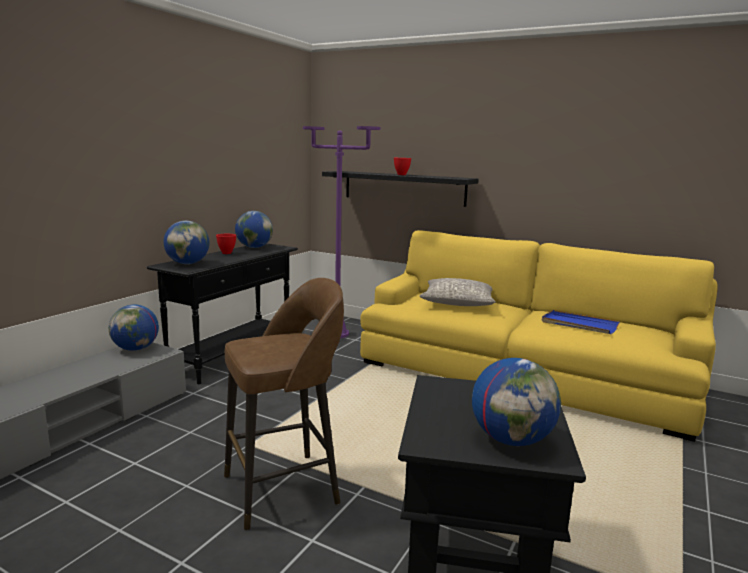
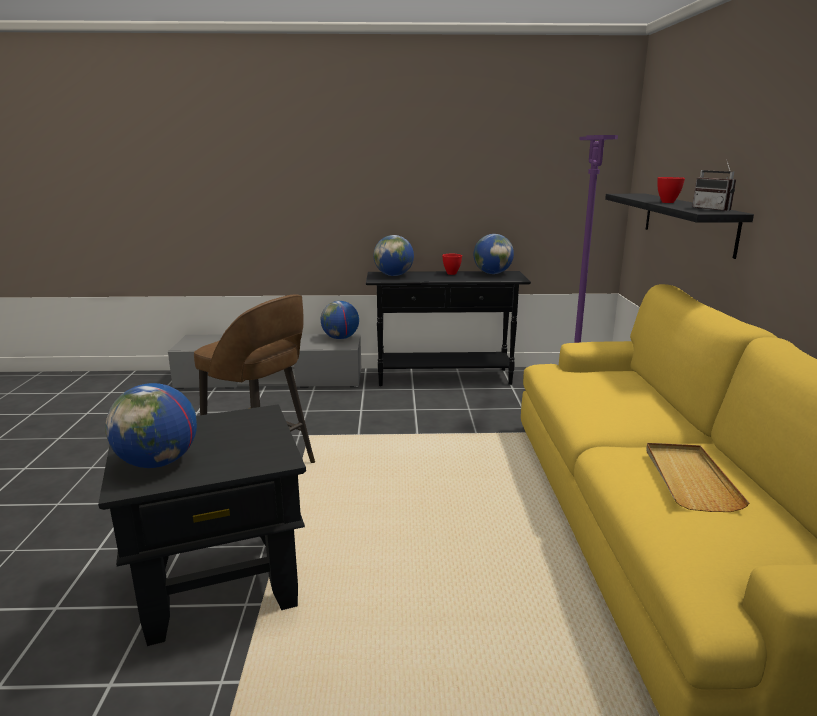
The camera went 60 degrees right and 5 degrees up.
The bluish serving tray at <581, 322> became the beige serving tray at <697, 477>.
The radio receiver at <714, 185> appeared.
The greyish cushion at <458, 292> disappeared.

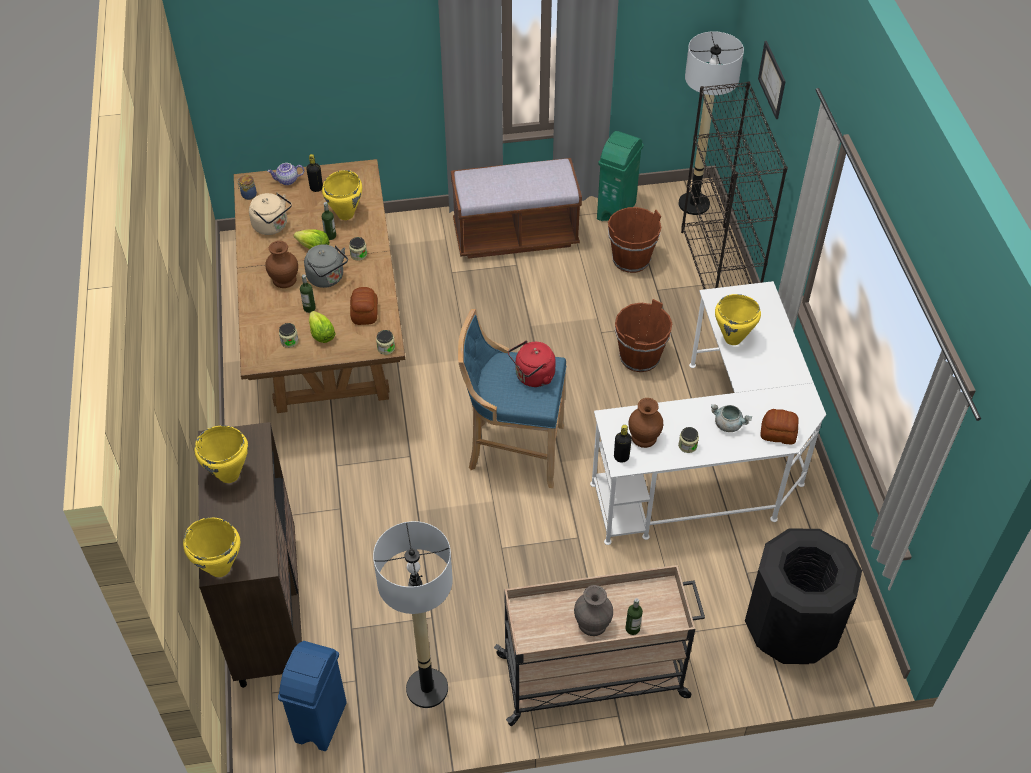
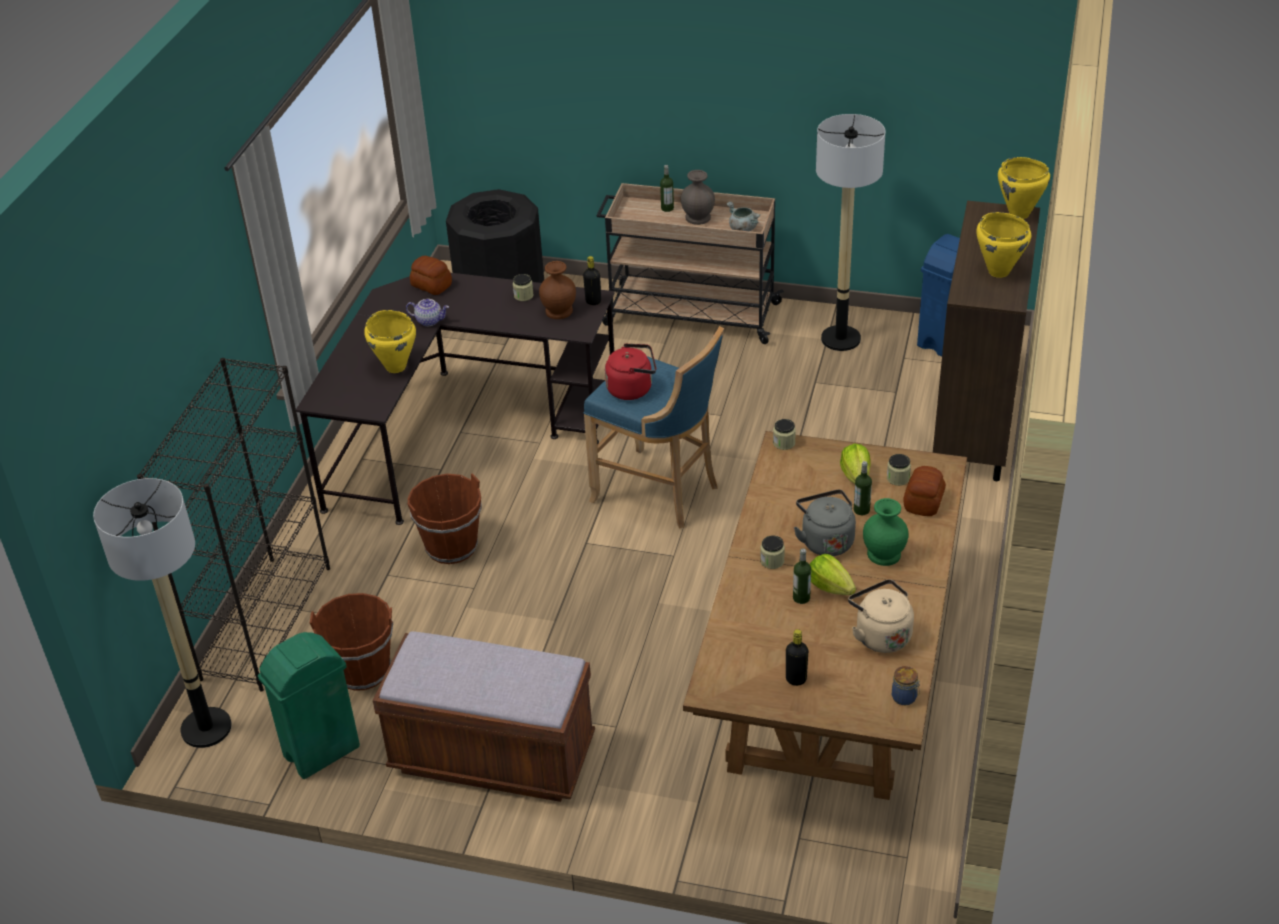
The camera went 155 degrees left and 10 degrees down.
The white-coloured desk table at <708, 413> became the black desk table at <455, 399>.
The teapot moved from <285, 174> to <427, 312>.
The greyish saucepot moved from <731, 418> to <743, 216>.
The brown-coloured flower vase at <281, 264> became the green flower vase at <885, 532>.
The bakery bread moved from <364, 306> to <924, 491>.
The yellow-coloured saucepot at <342, 195> disappeared.
The wall art at <772, 80> disappeared.

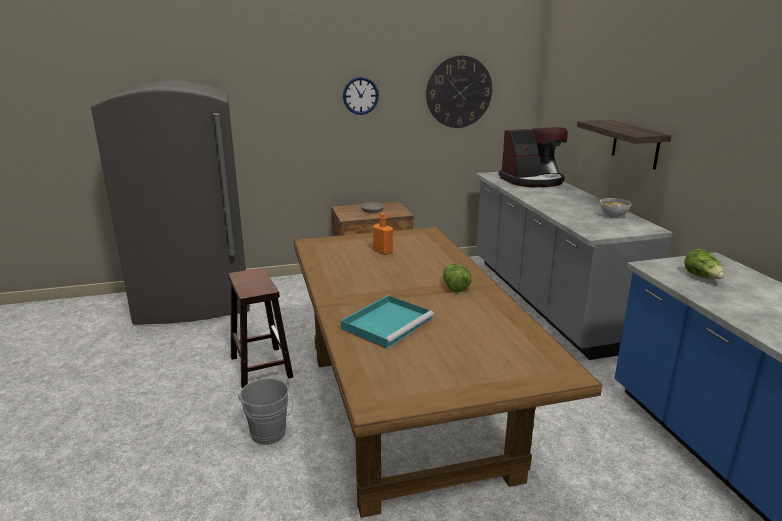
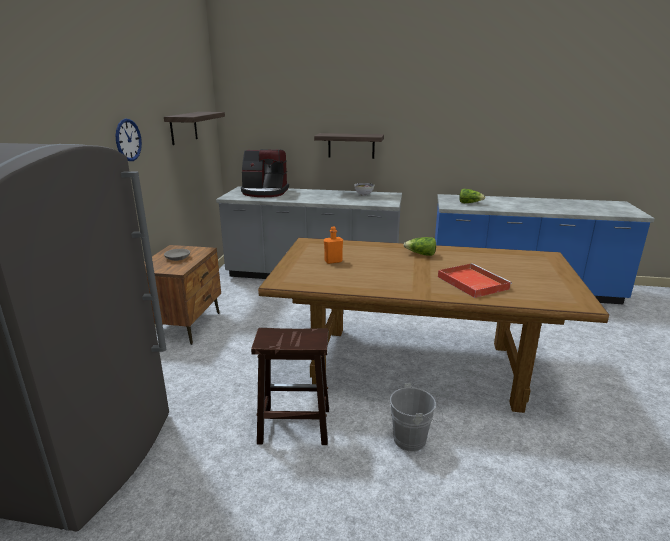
The camera went 65 degrees left and 0 degrees up.
The hanging clock at <459, 91> was replaced by the wall shelf at <194, 128>.
The coffee maker at <533, 157> turned 90 degrees clockwise.
The turquoise-coloured serving tray at <387, 322> became the reddish serving tray at <475, 280>.

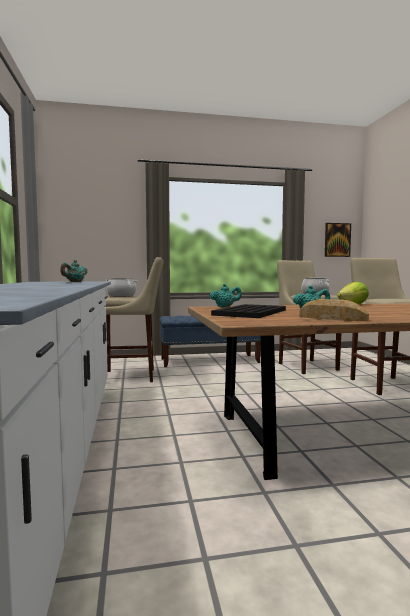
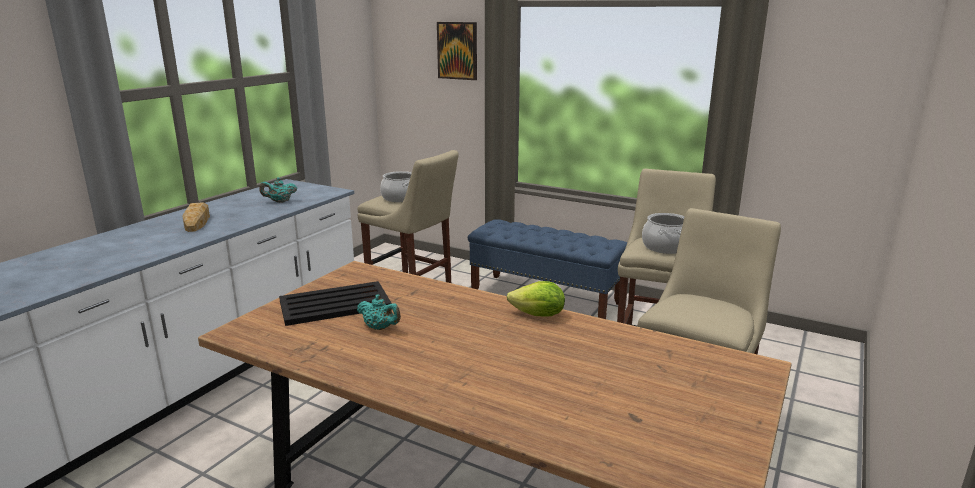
The camera went 40 degrees right and 15 degrees up.
The bakery bread moved from <334, 310> to <196, 217>.
The wall art moved from <338, 240> to <457, 51>.
The turquoise-coloured teapot at <225, 295> disappeared.

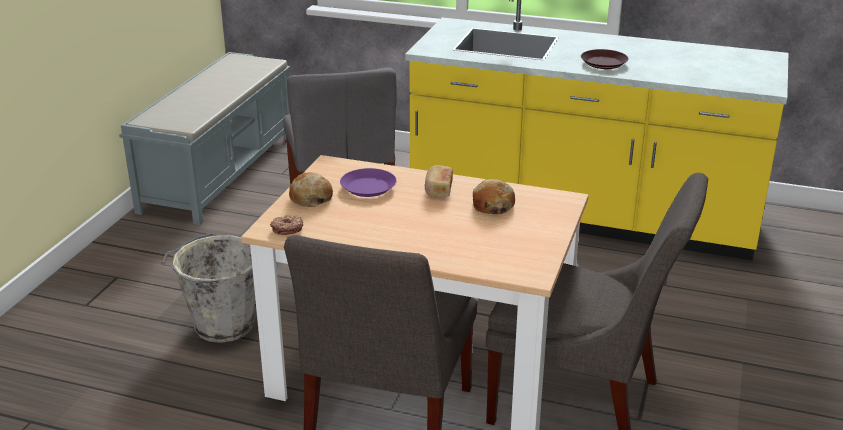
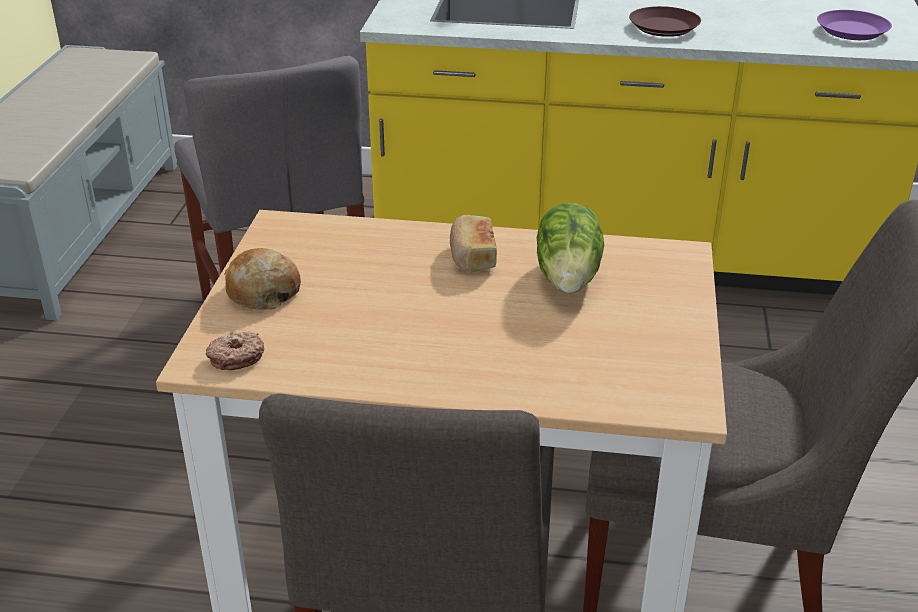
The camera went 10 degrees left and 5 degrees up.
The bakery bread at <494, 196> was replaced by the lettuce head at <570, 248>.
The purplish dinner plate moved from <368, 182> to <854, 25>.
The greyish bucket at <208, 288> disappeared.

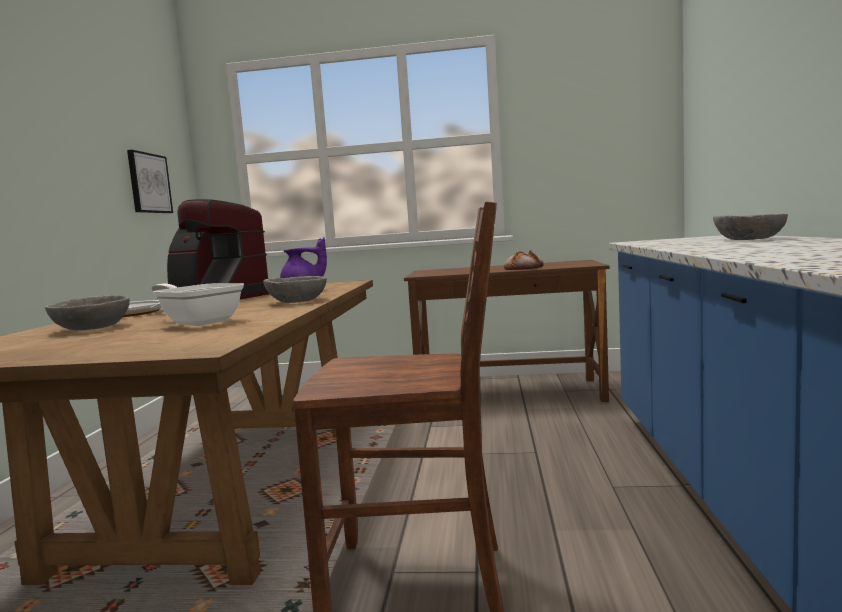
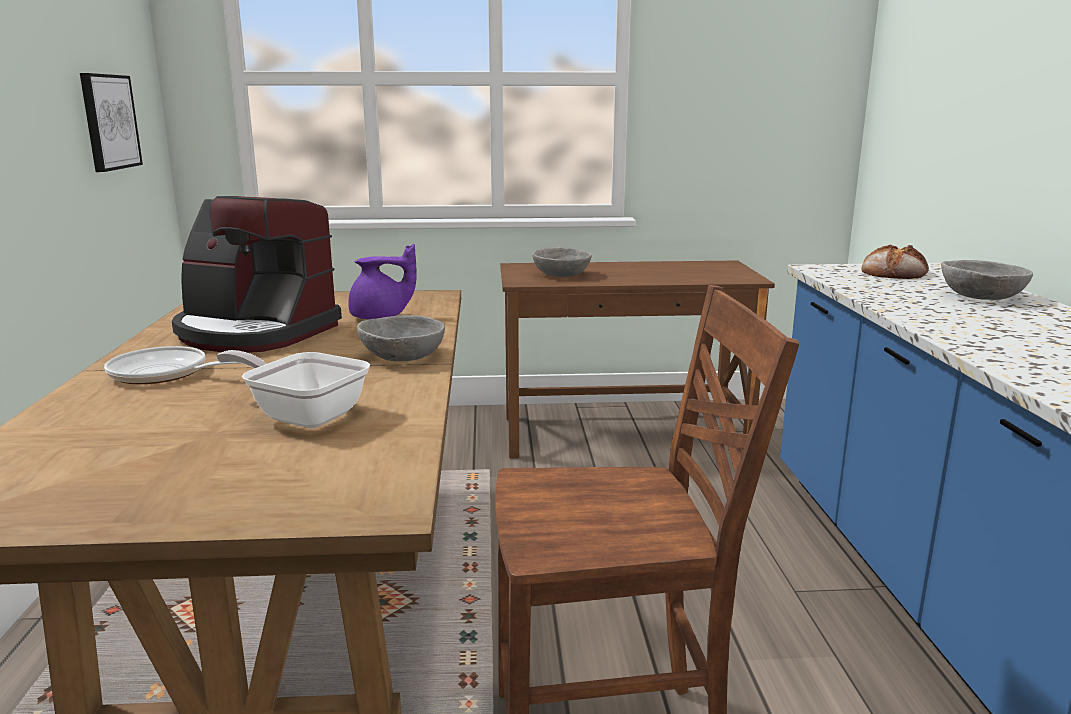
The camera went 10 degrees left and 10 degrees up.
The greyish bowl moved from <87, 312> to <562, 262>.
The bakery bread moved from <524, 260> to <895, 261>.

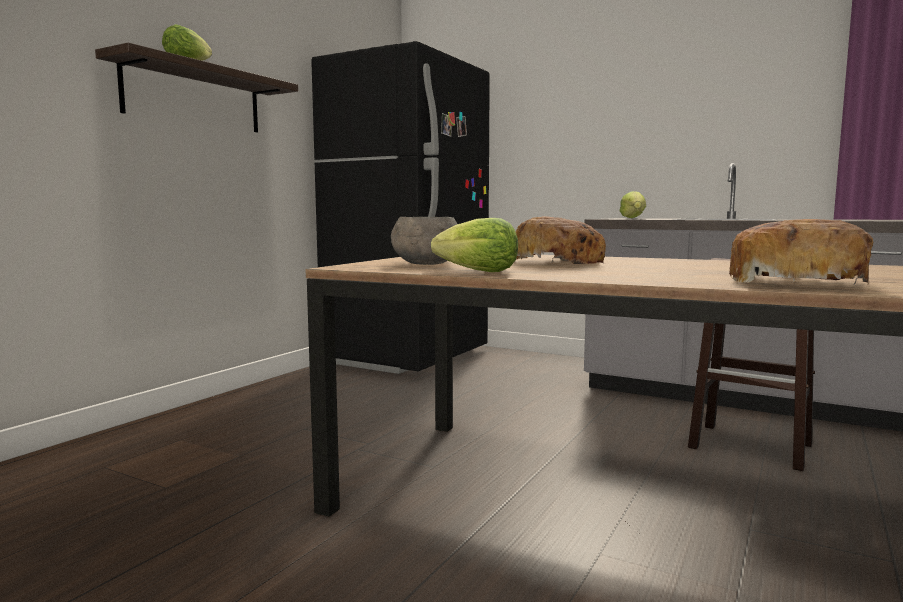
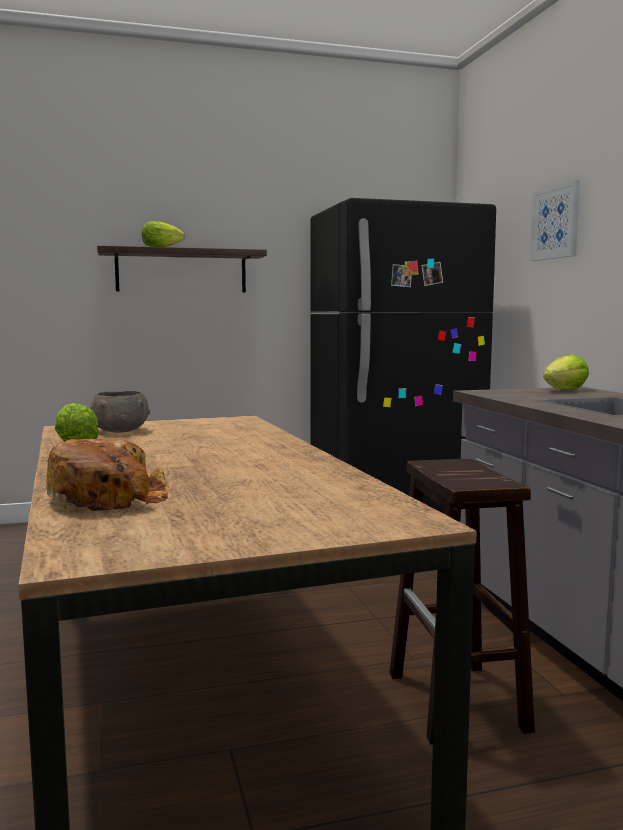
The camera went 45 degrees right and 0 degrees up.
The wall art at <555, 220> appeared.
The bakery bread at <561, 240> disappeared.

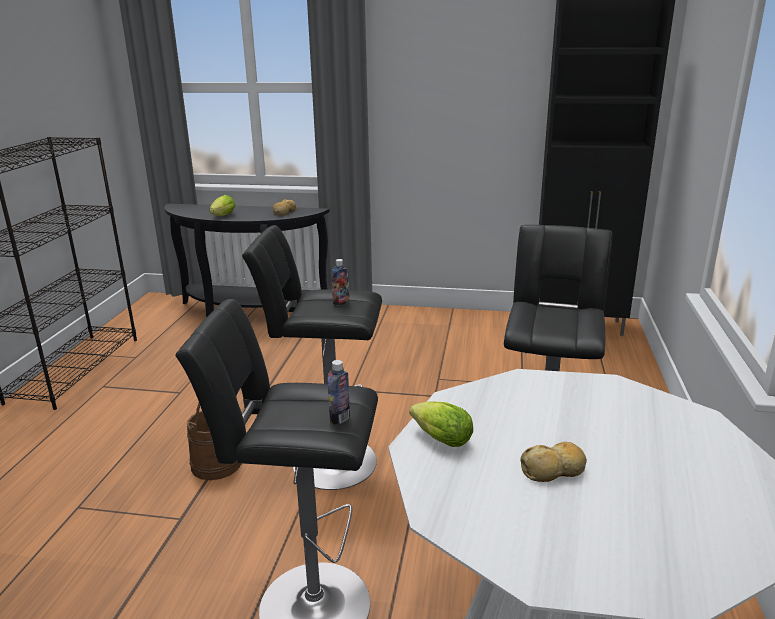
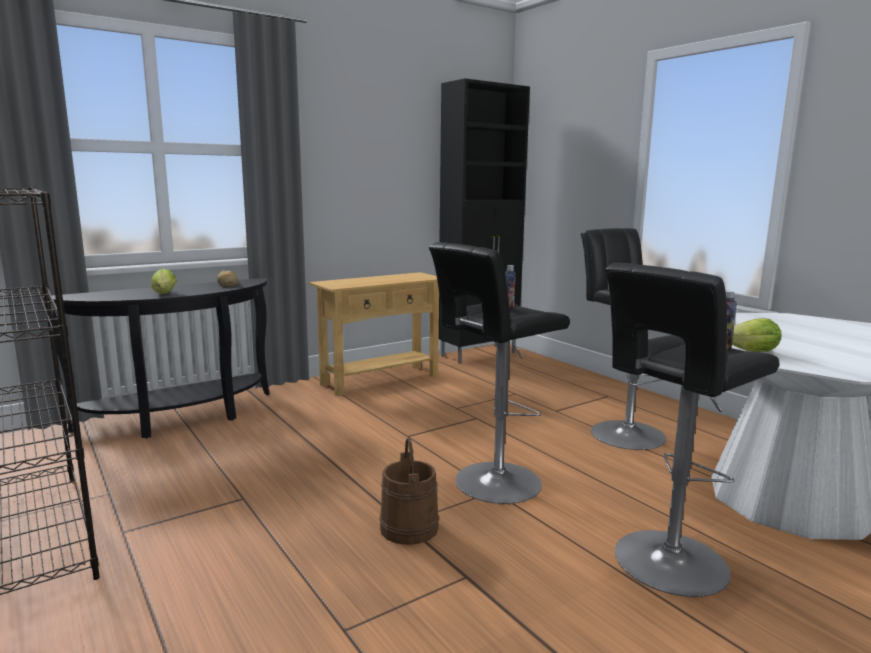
The camera went 45 degrees left and 10 degrees down.
The beige hall table at <374, 334> appeared.
The bakery bread at <554, 462> disappeared.

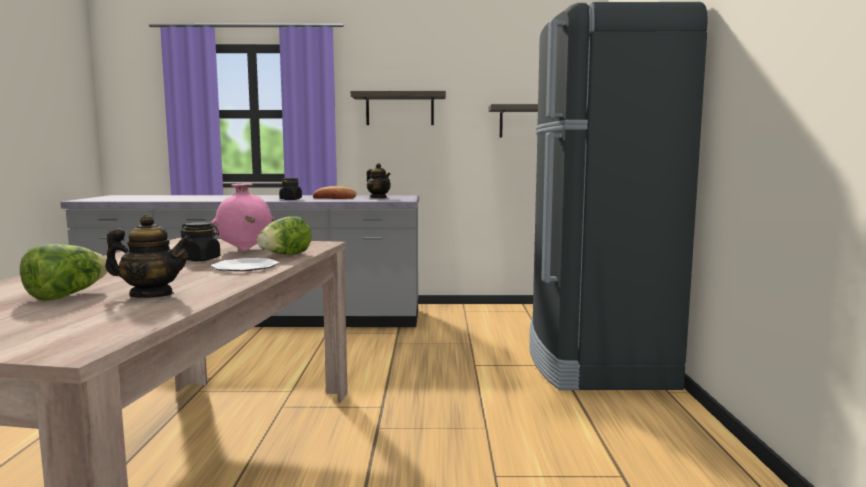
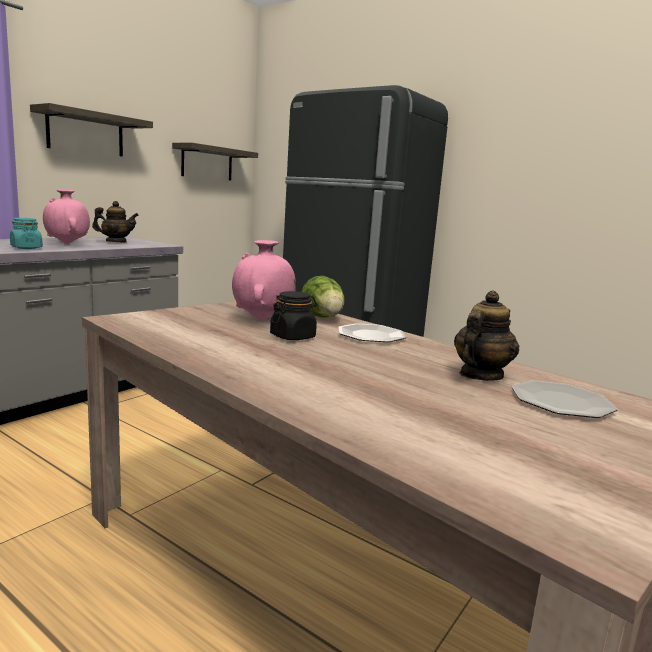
The camera went 55 degrees left and 5 degrees up.
The black preserve jar at <290, 189> became the turquoise-coloured preserve jar at <26, 233>.
The bakery bread at <335, 192> was replaced by the pink flower vase at <66, 217>.
The dinner plate at <564, 399> appeared.
The lettuce head at <64, 272> disappeared.

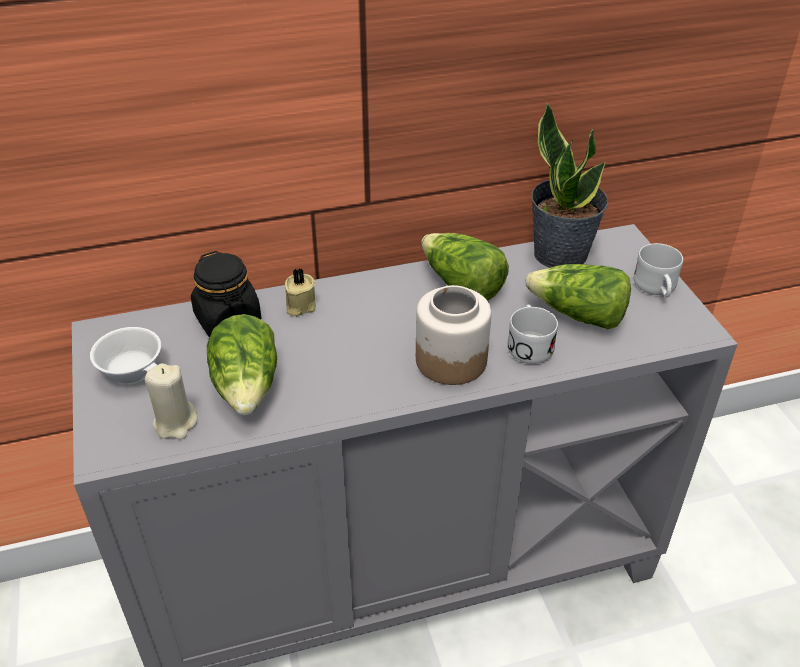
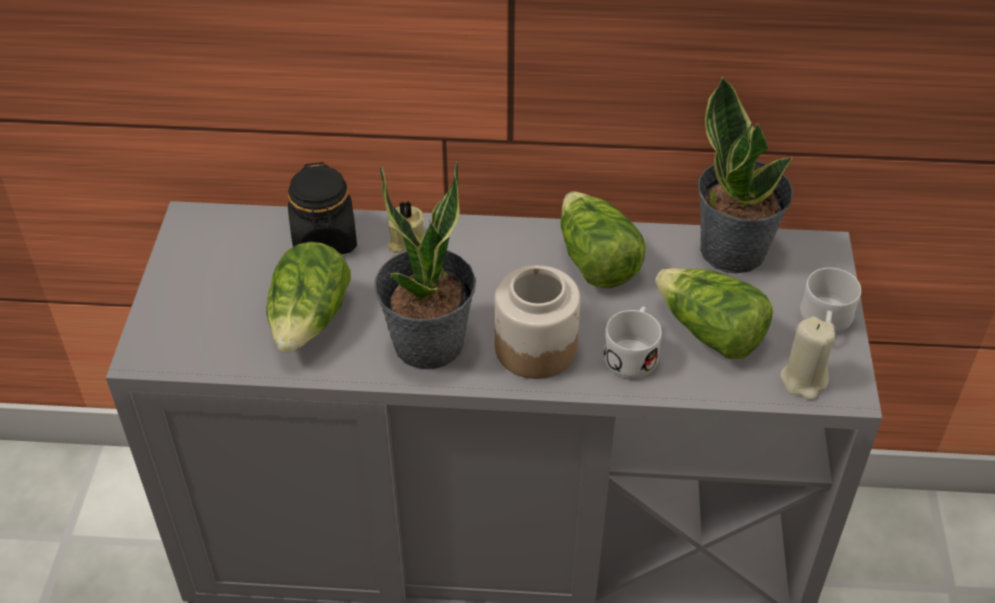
The camera went 20 degrees right and 5 degrees up.
The plant in a pot at <425, 265> appeared.
The beige wax candle moved from <171, 401> to <807, 358>.
The white-coloured small cup at <125, 356> disappeared.

